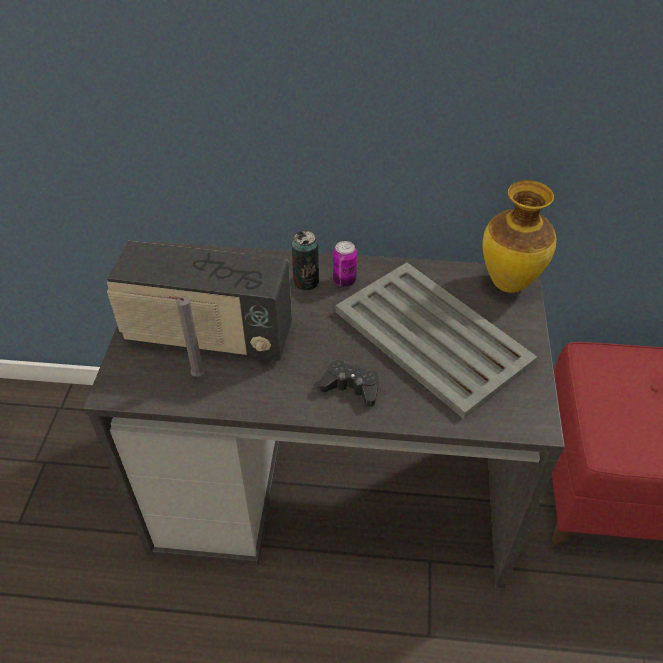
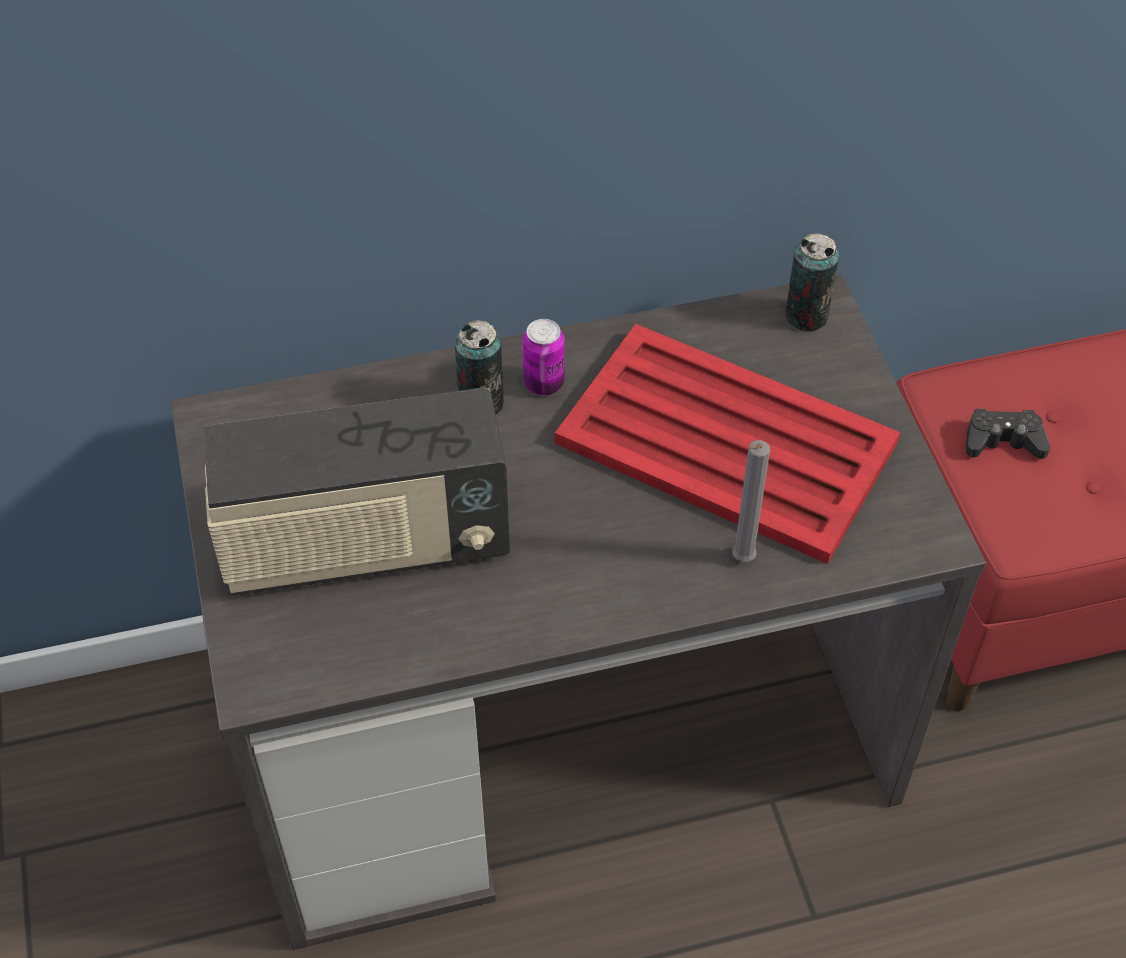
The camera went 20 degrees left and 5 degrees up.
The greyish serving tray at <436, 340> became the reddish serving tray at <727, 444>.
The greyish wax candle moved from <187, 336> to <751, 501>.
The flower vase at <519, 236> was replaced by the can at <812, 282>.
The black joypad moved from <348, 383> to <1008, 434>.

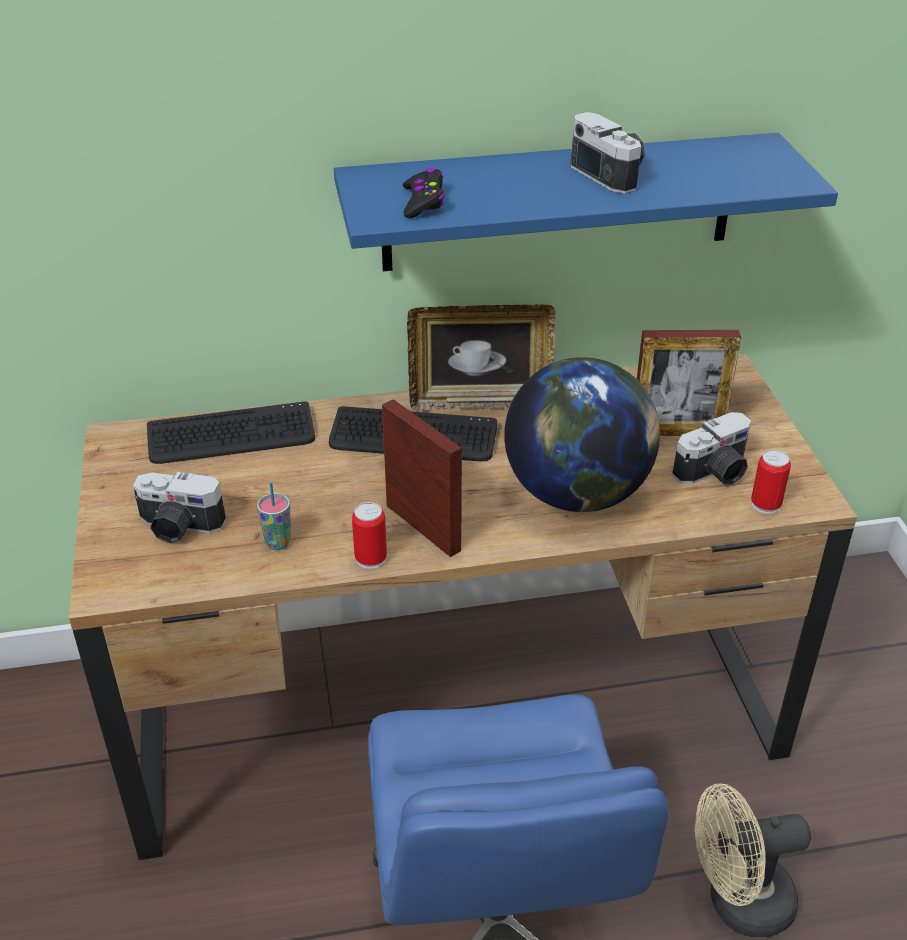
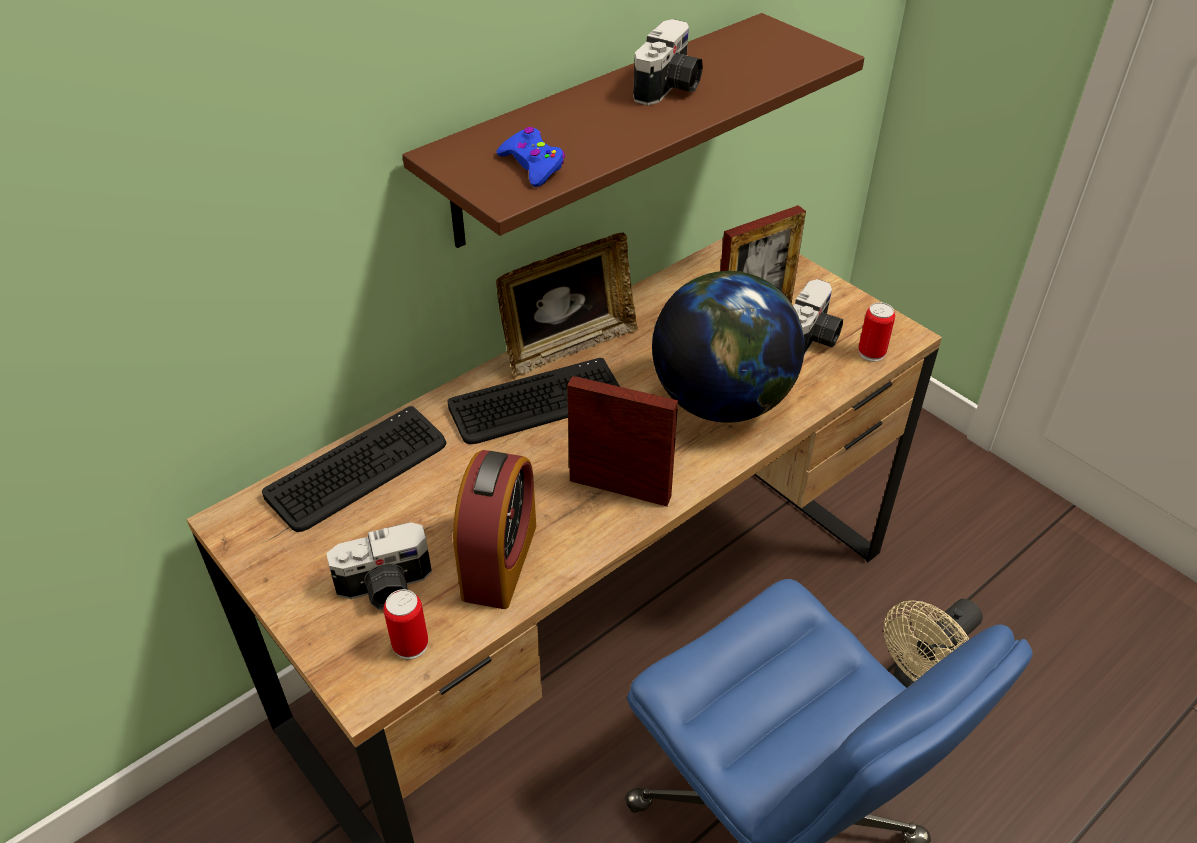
The camera went 30 degrees left and 5 degrees up.
The can moved from <369, 535> to <406, 624>.
The bluish wall shelf at <586, 202> became the brown-coloured wall shelf at <633, 130>.
The small cup at <274, 516> was replaced by the bedside clock at <494, 529>.
The black joypad at <423, 192> became the bluish joypad at <530, 157>.
The still camera at <608, 153> turned 90 degrees clockwise.

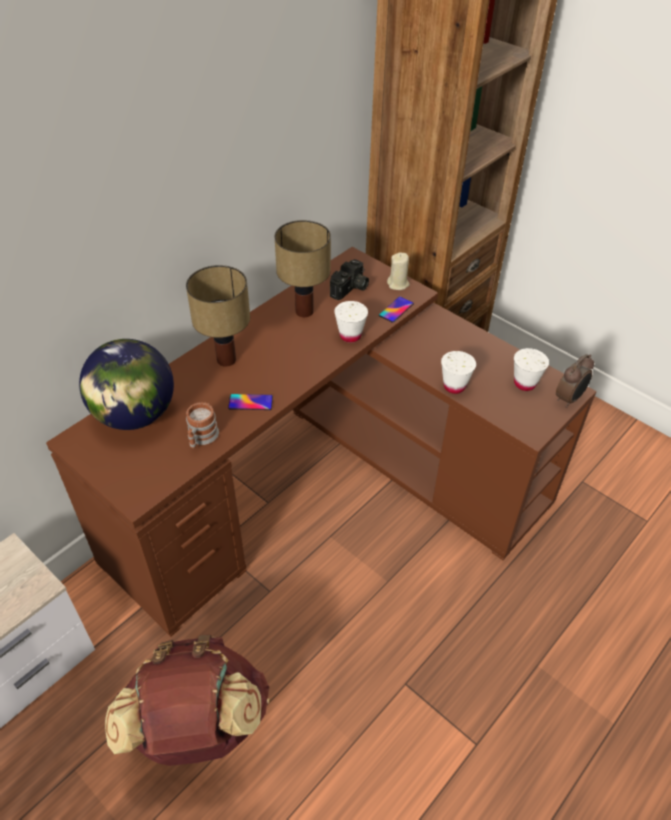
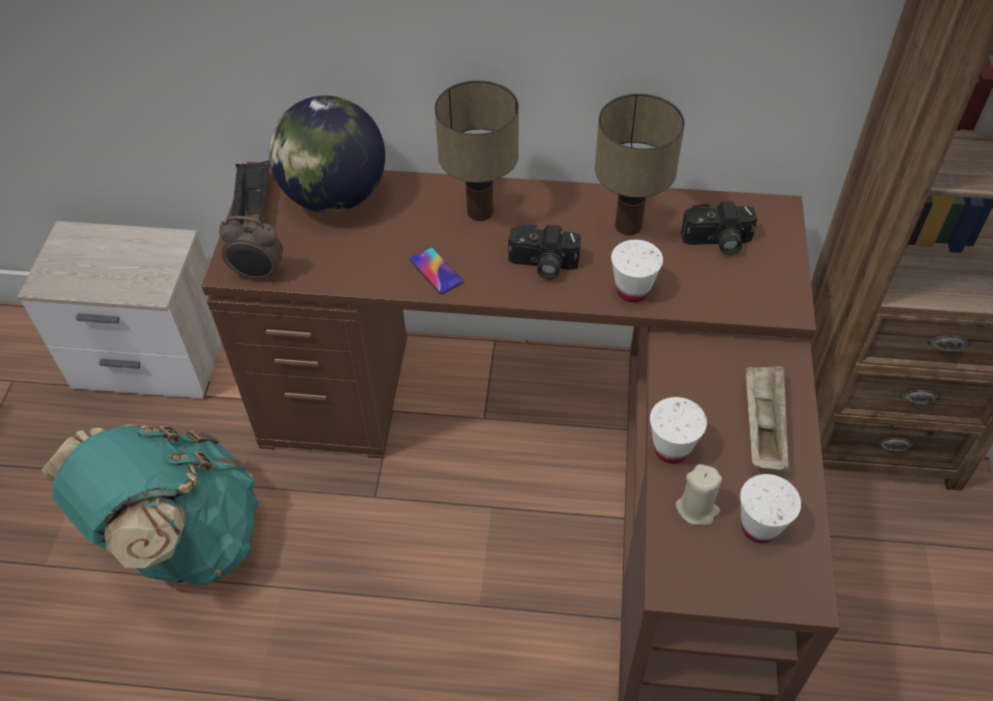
The camera went 55 degrees right and 5 degrees up.
The brown-coloured backpack at <187, 700> became the turquoise-coloured backpack at <150, 504>.
The bedside clock moved from <575, 381> to <251, 248>.
The black serving tray at <250, 193> appeared.
The still camera at <544, 251> appeared.
The beige wax candle moved from <398, 271> to <698, 495>.
The beige serving tray at <767, 418> appeared.
The tea mug at <202, 425> disappeared.
The telephone at <396, 310> disappeared.

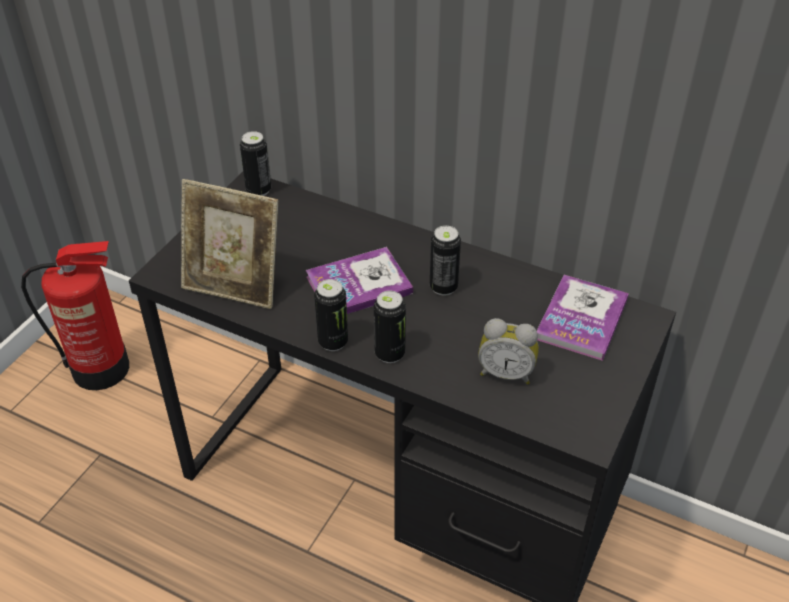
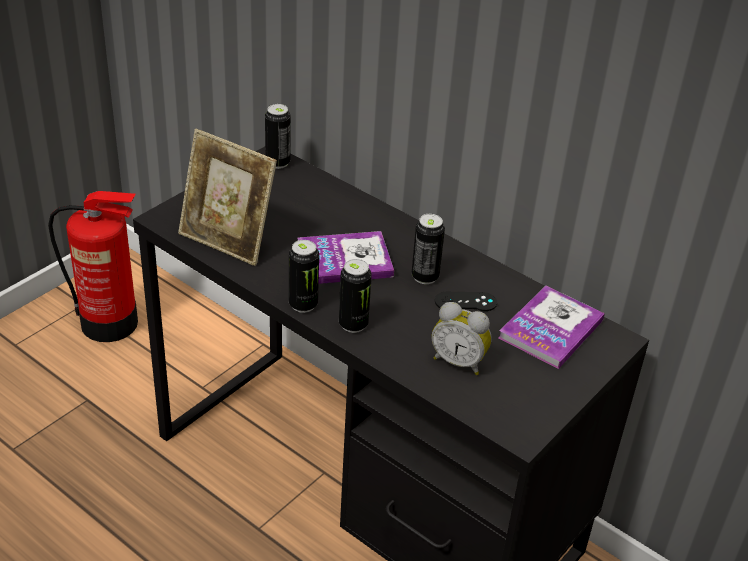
The camera went 10 degrees right and 5 degrees down.
The black joypad at <466, 301> appeared.

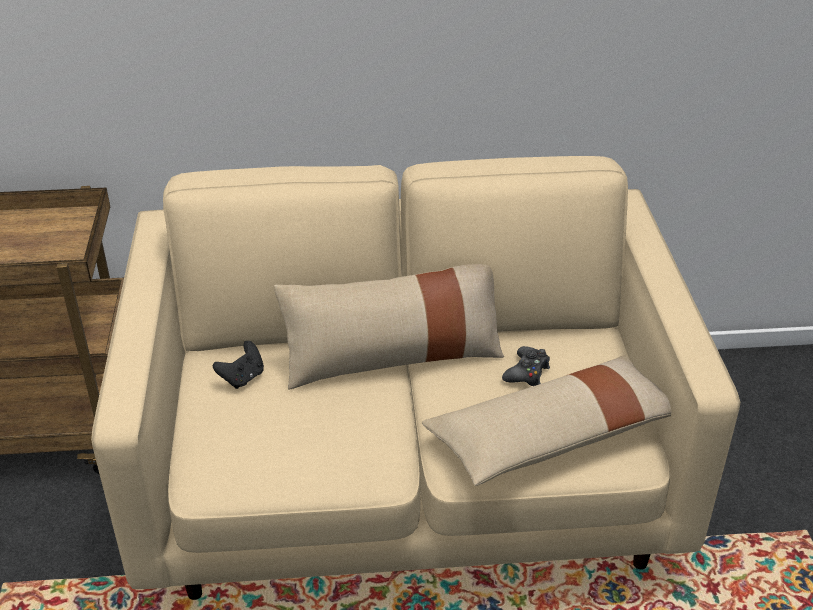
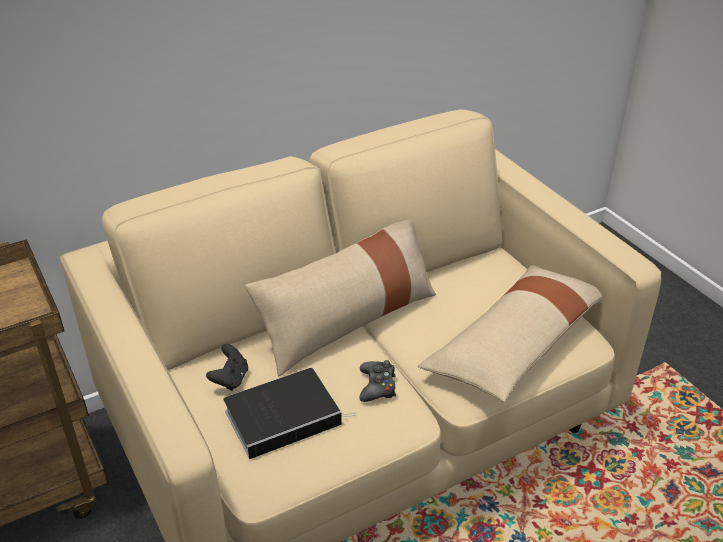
The camera went 25 degrees left and 0 degrees up.
The book at <289, 413> appeared.
The black joypad moved from <526, 366> to <377, 381>.

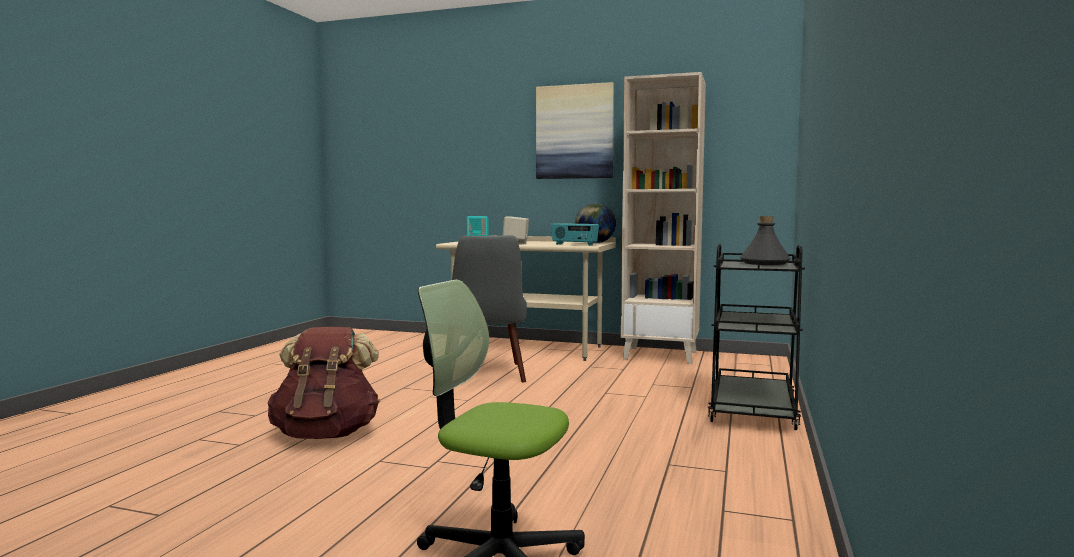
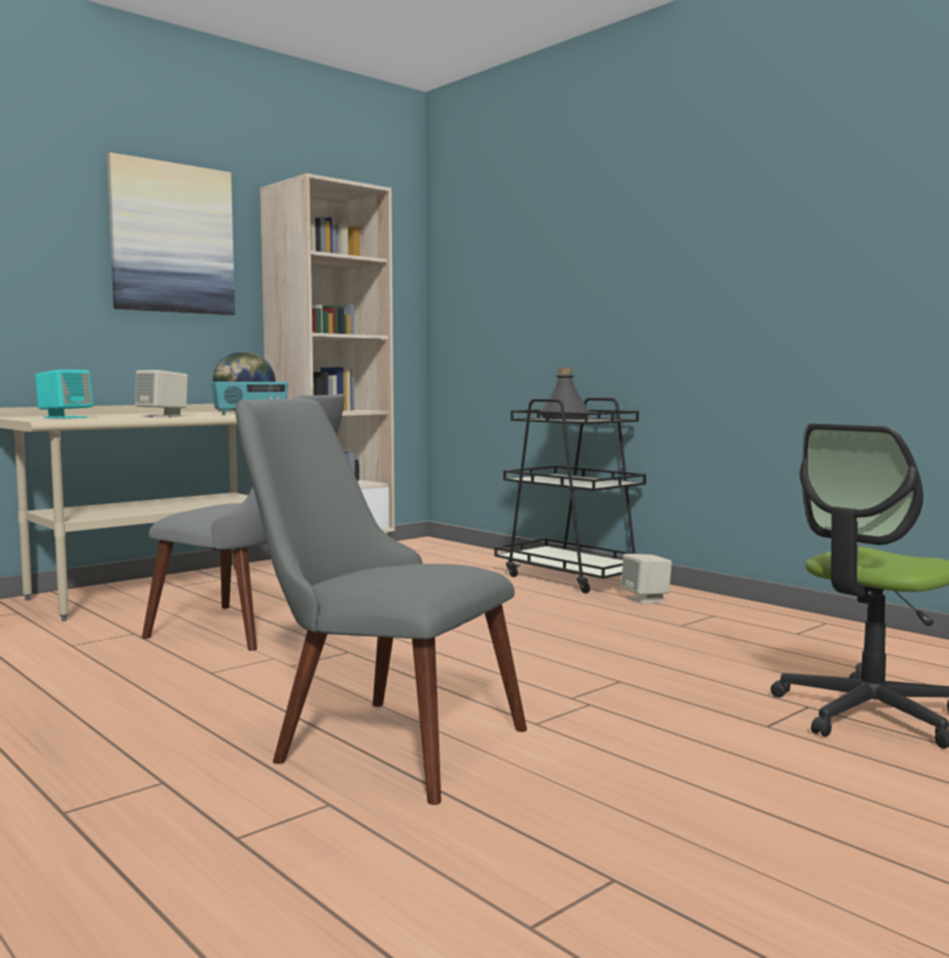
The camera went 60 degrees left and 0 degrees up.
The brown-coloured backpack at <324, 383> was replaced by the greyish chair at <381, 602>.
The beige audio speaker at <646, 579> appeared.

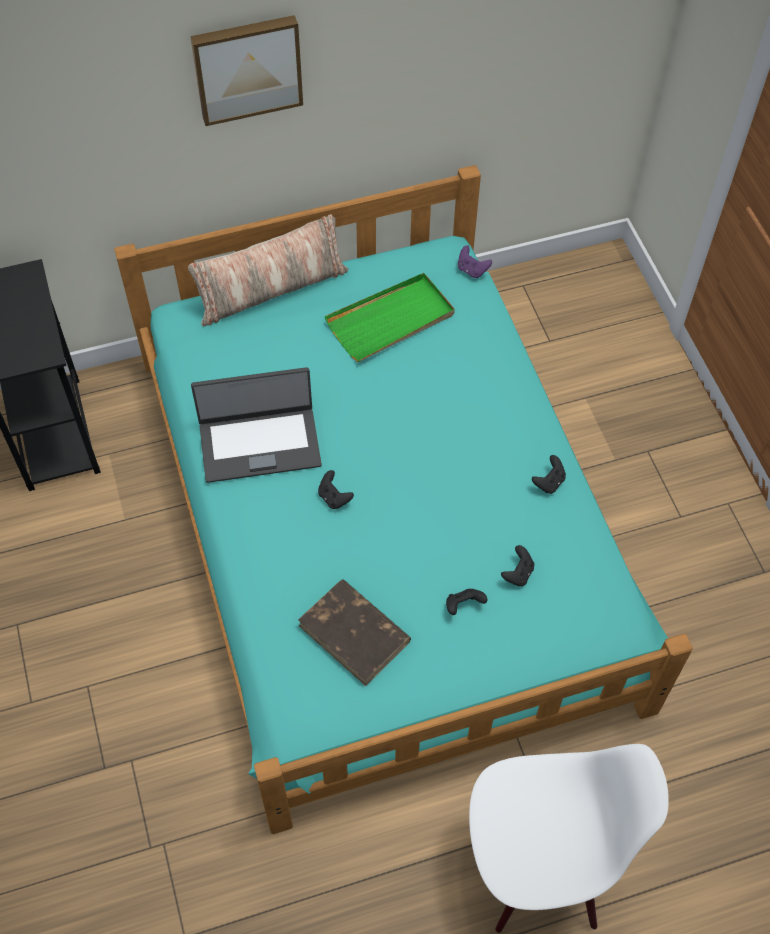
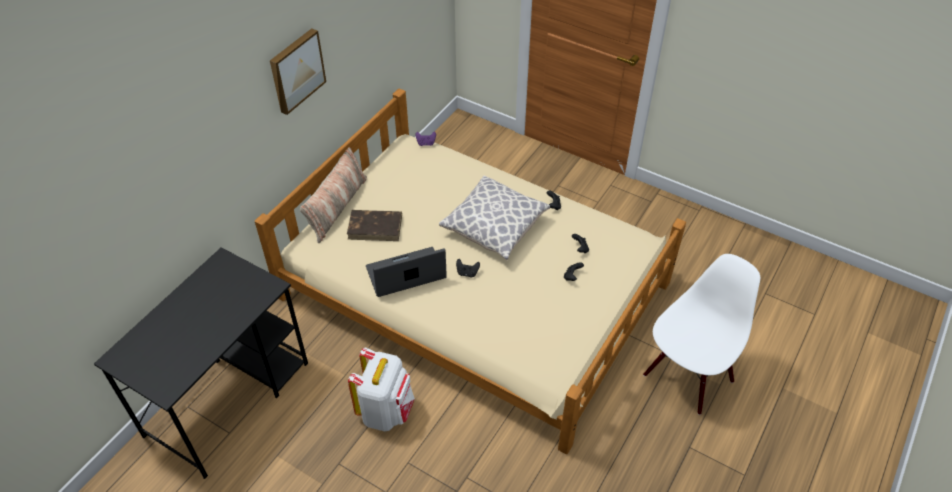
The camera went 40 degrees left and 10 degrees down.
The turquoise-coloured sleeping bed at <403, 499> became the beige sleeping bed at <470, 271>.
The brown-coloured book moved from <354, 632> to <374, 225>.
The white-coloured backpack at <381, 389> appeared.
The notebook computer at <256, 425> turned 150 degrees counterclockwise.
The cushion at <494, 217> appeared.
The green serving tray at <390, 317> disappeared.

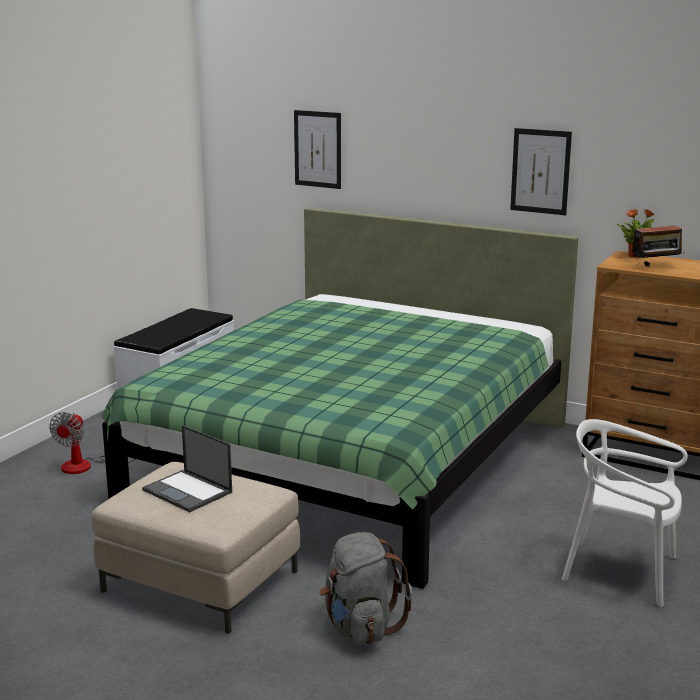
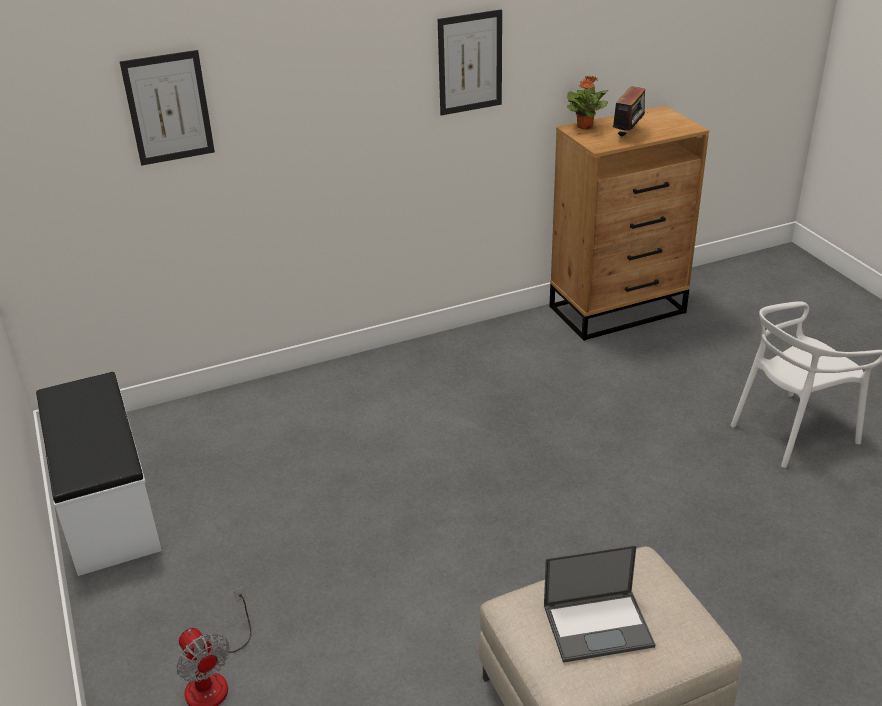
The camera went 50 degrees left and 15 degrees up.
The green sleeping bed at <340, 398> disappeared.
The greyish backpack at <365, 588> disappeared.

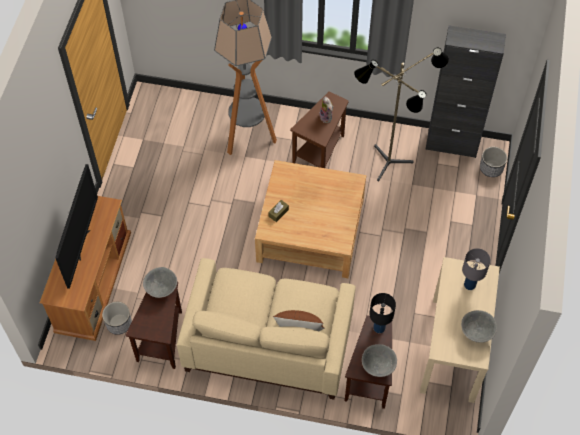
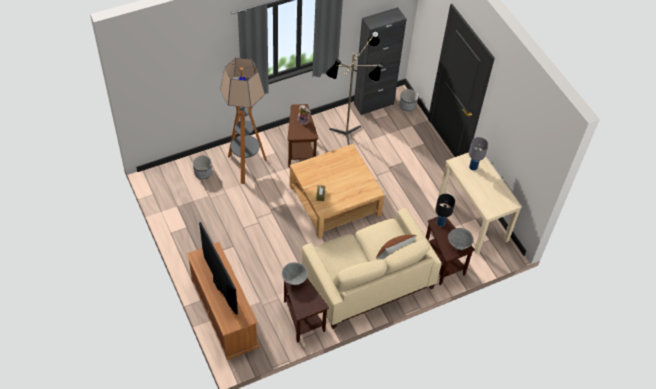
The camera went 40 degrees left and 5 degrees down.
The plant pot moved from <117, 318> to <202, 167>.
The greyish bowl at <479, 326> disappeared.

